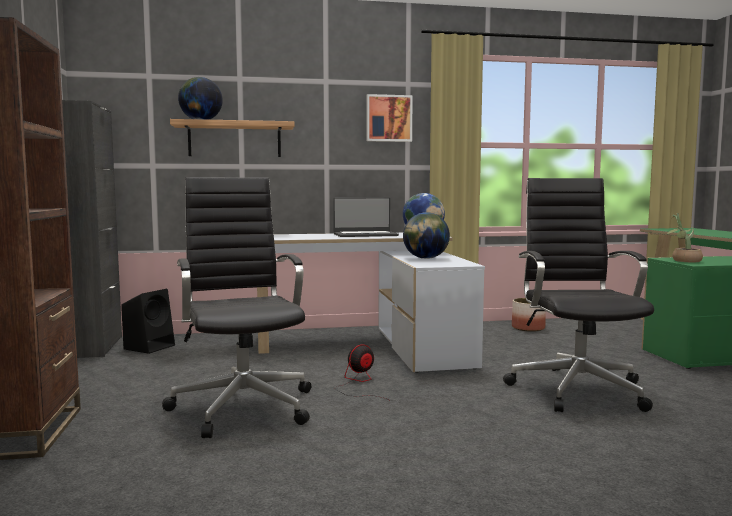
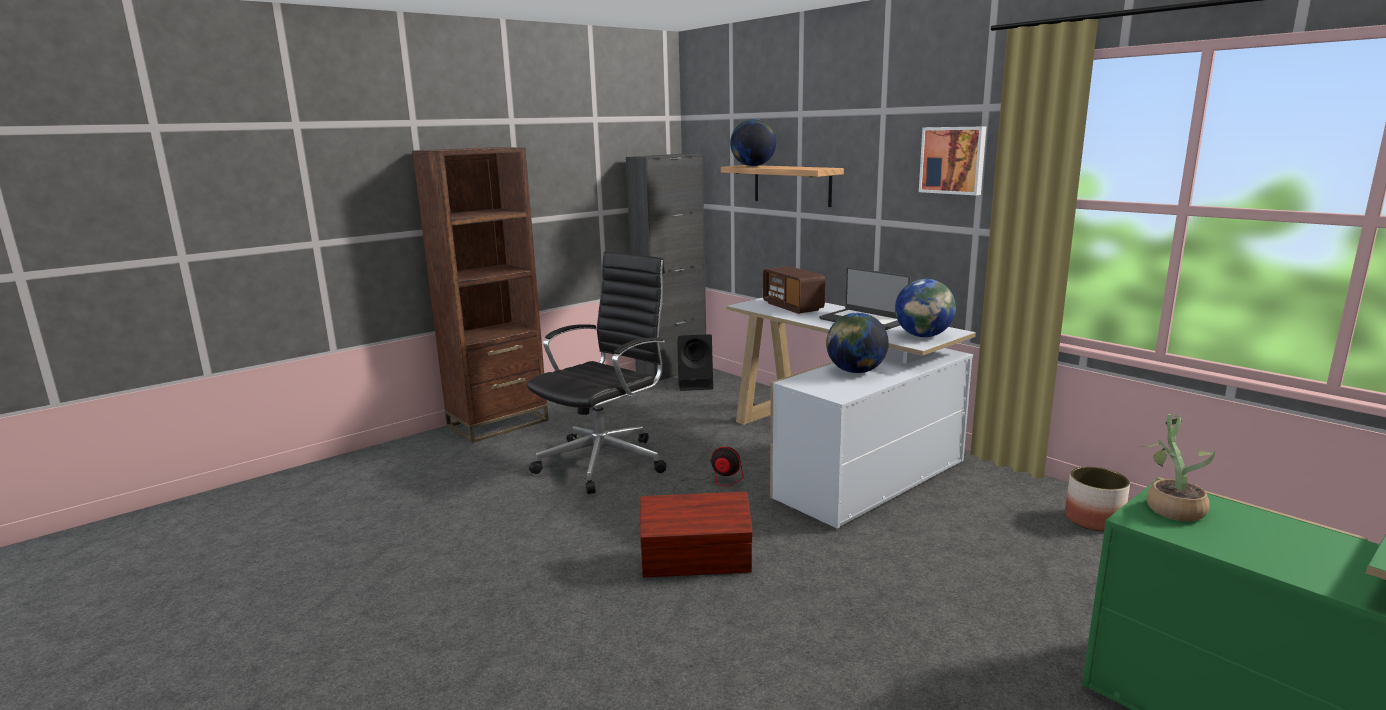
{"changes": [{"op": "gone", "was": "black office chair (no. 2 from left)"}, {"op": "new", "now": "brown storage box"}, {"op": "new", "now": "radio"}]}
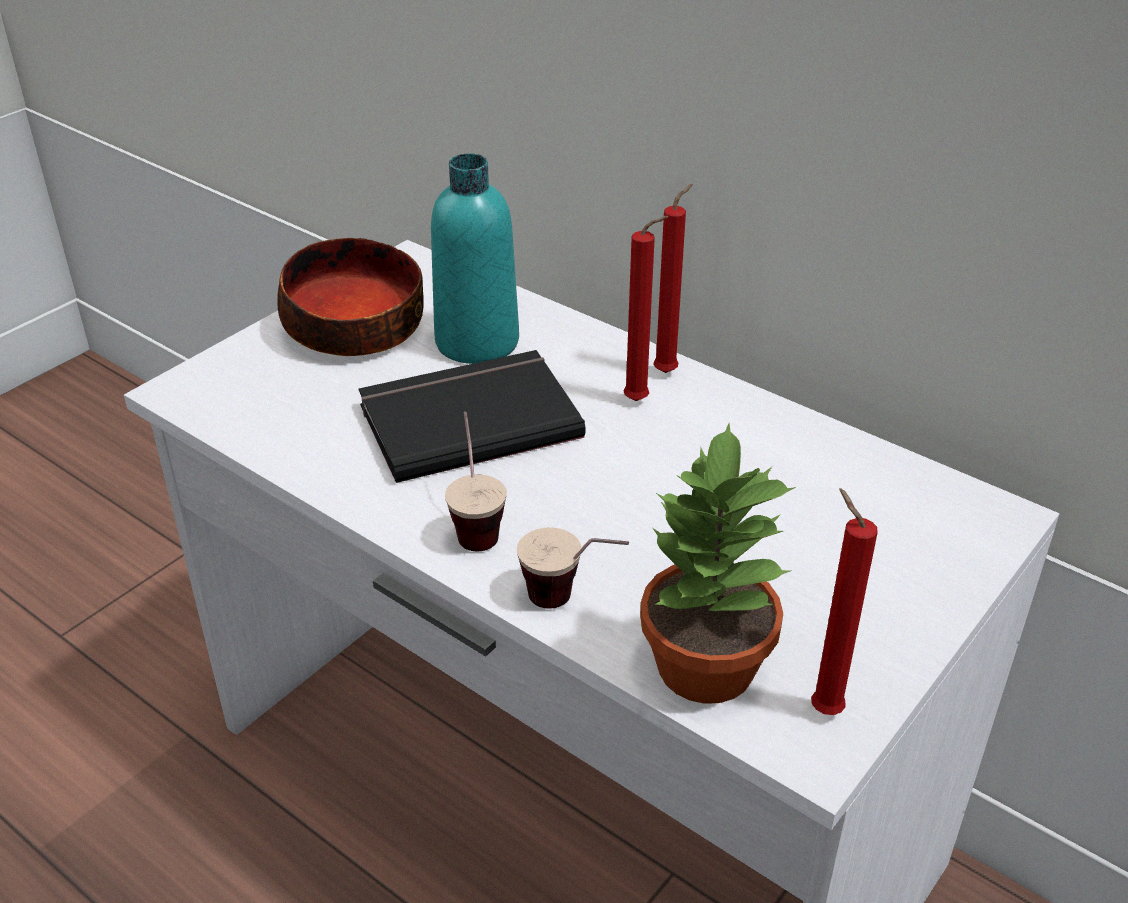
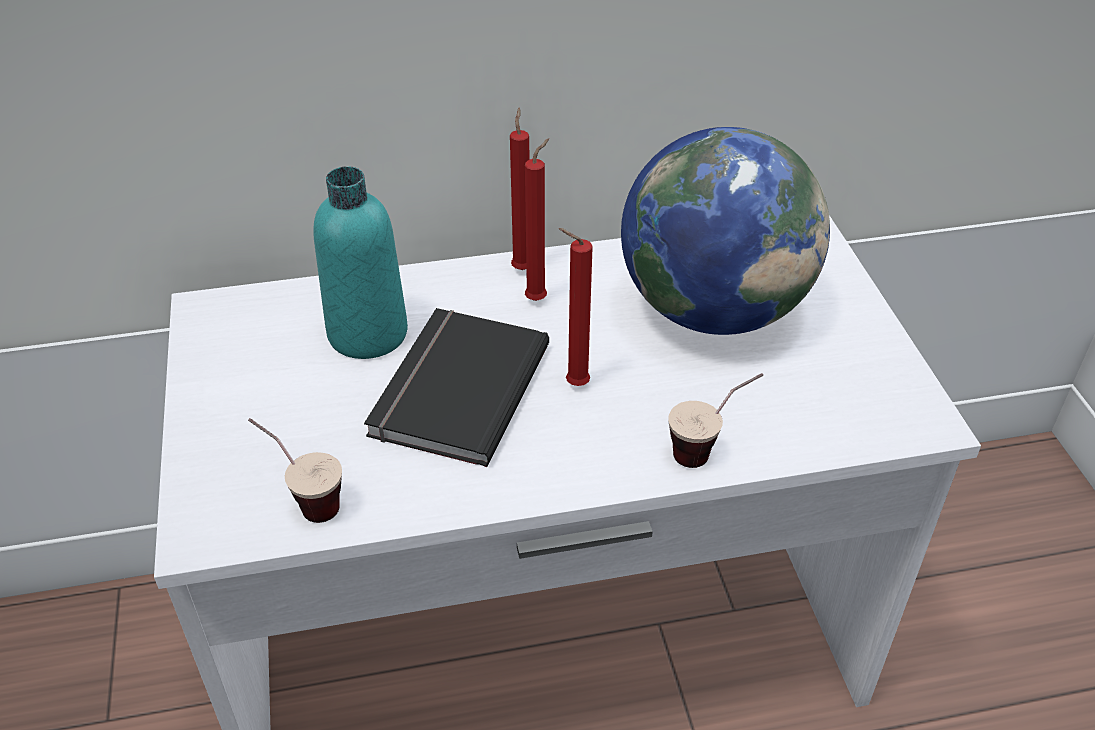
{"changes": [{"op": "gone", "was": "bowl"}, {"op": "shifted", "was": "cup (no. 1 from left)"}, {"op": "gone", "was": "potted plant"}, {"op": "shifted", "was": "red candle (no. 3 from left)"}, {"op": "new", "now": "globe"}]}
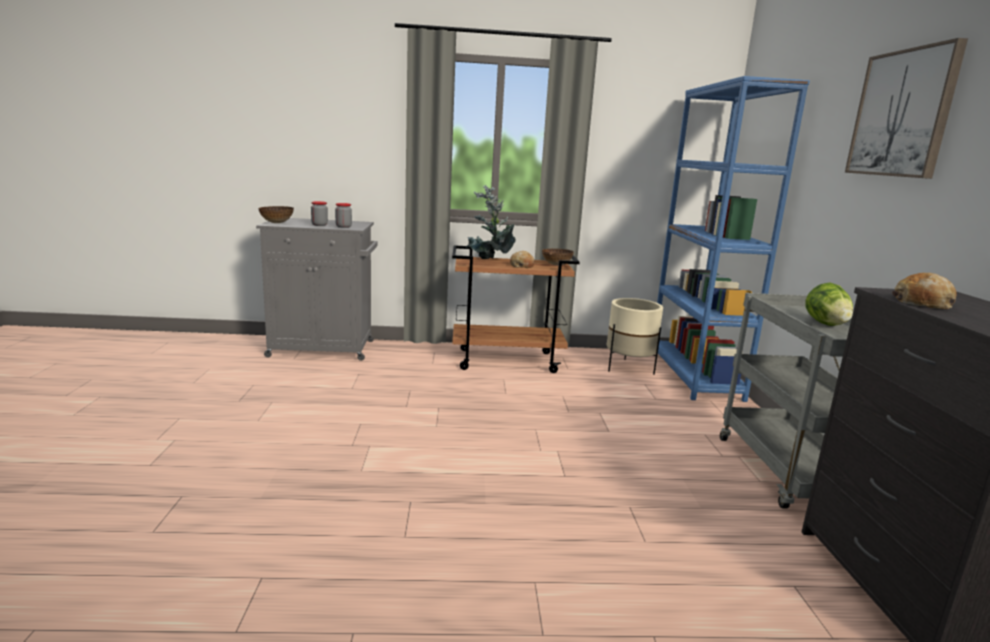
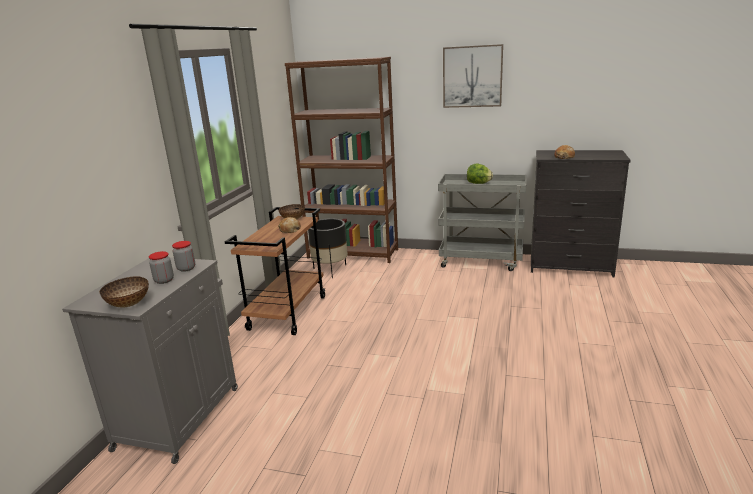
{"changes": [{"op": "gone", "was": "potted plant"}, {"op": "repainted", "was": "beige planter", "now": "black planter"}, {"op": "repainted", "was": "blue bookcase", "now": "brown bookcase"}]}
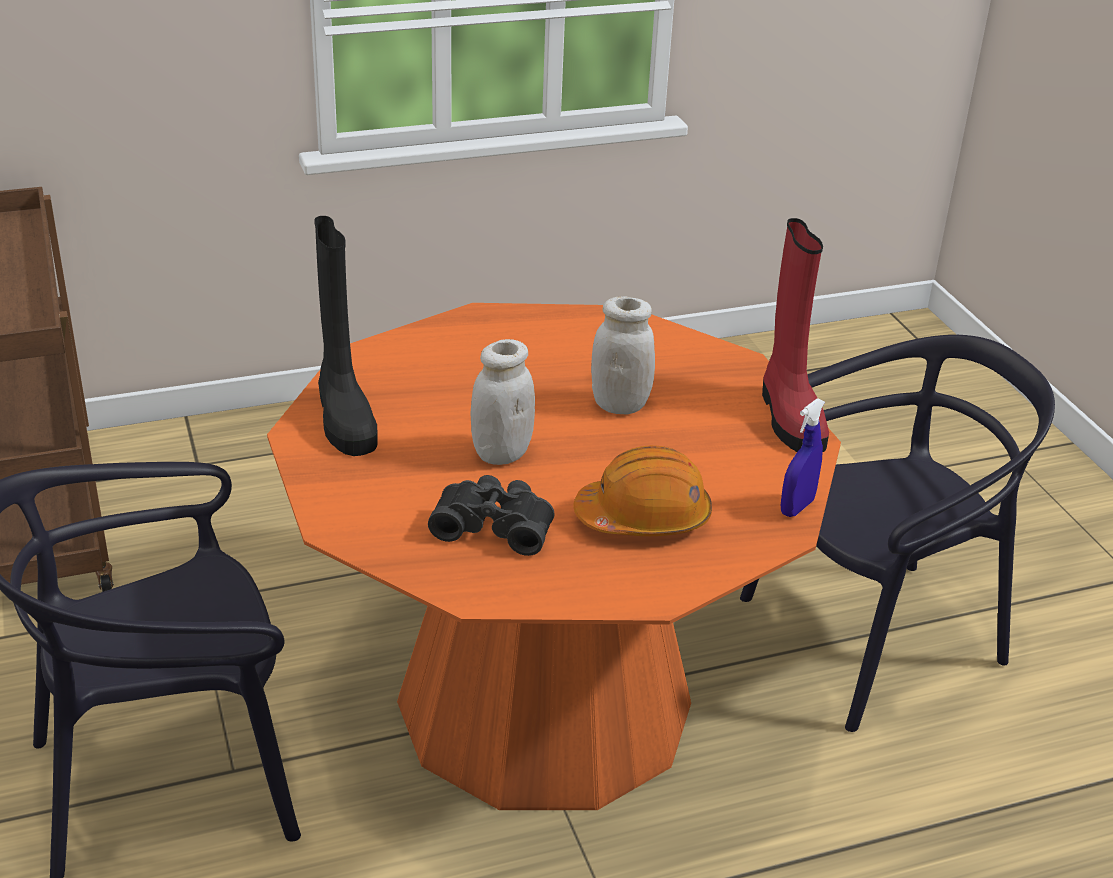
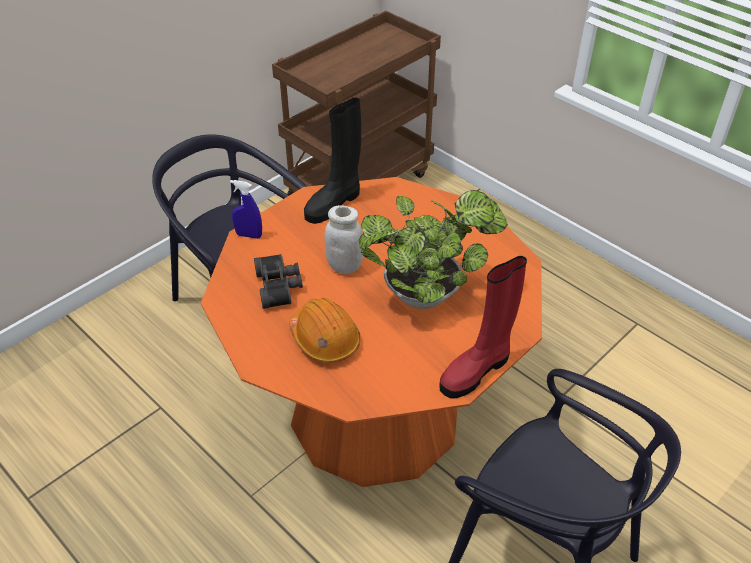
{"changes": [{"op": "swapped", "was": "white jar (no. 2 from left)", "now": "potted plant"}, {"op": "shifted", "was": "blue spray bottle"}]}
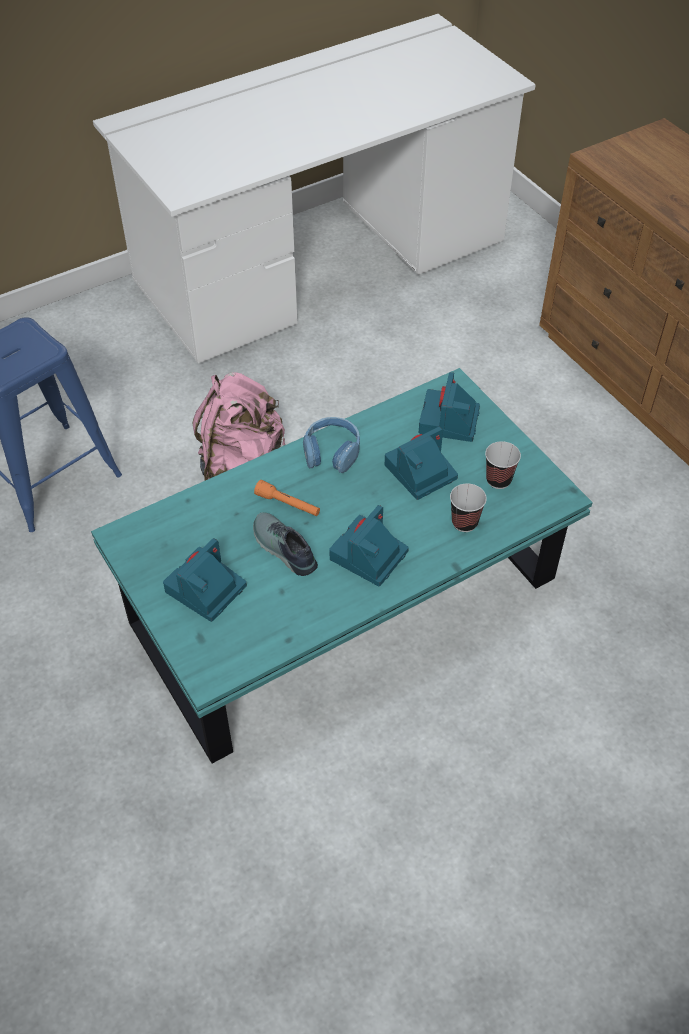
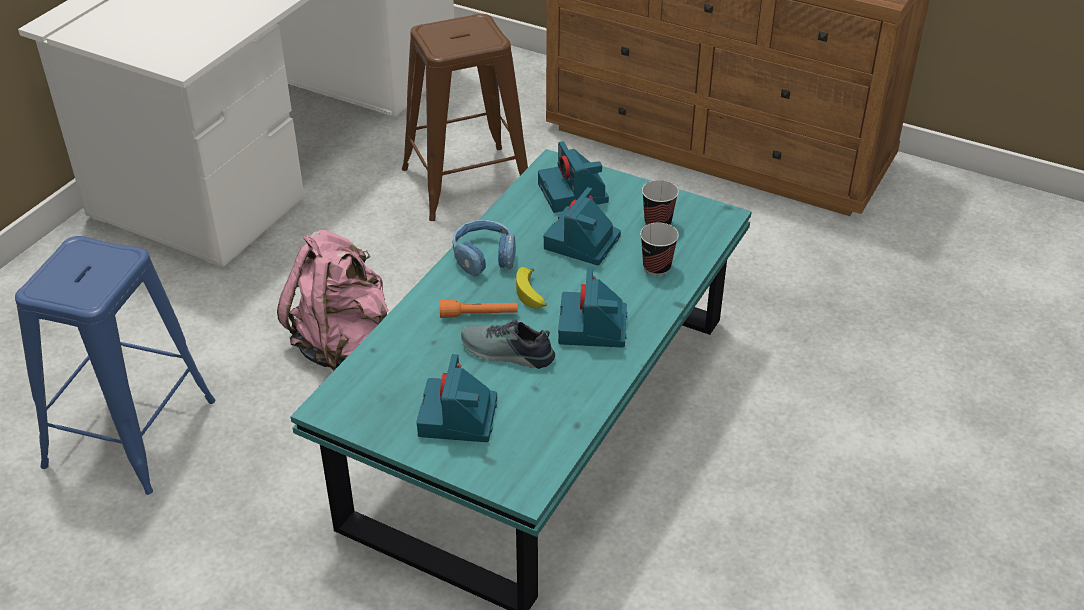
{"changes": [{"op": "new", "now": "brown stool"}, {"op": "new", "now": "banana"}]}
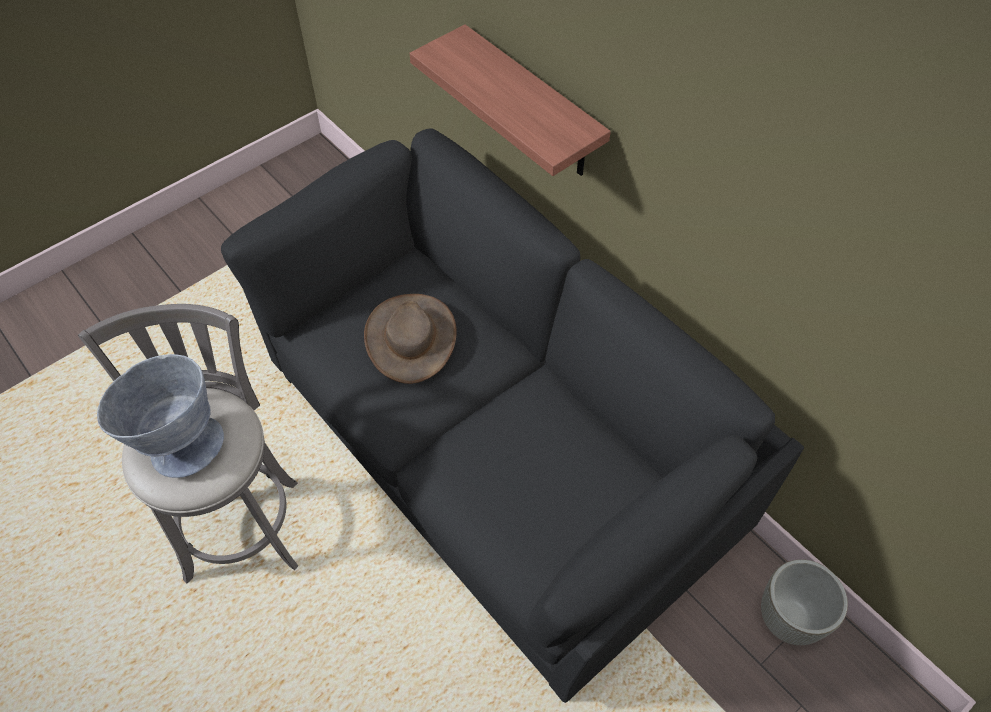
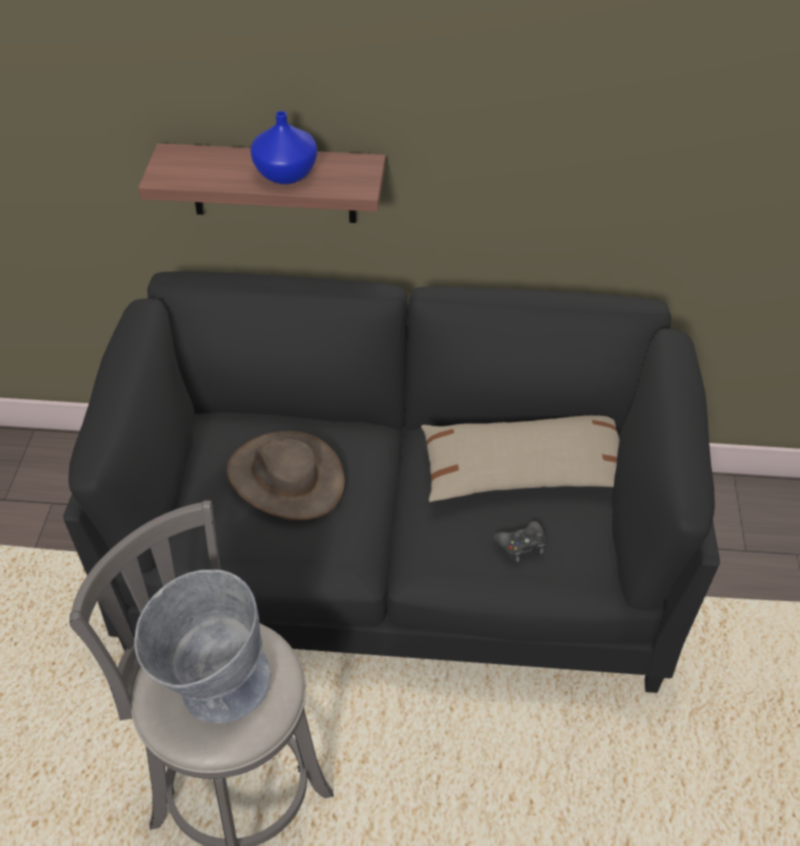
{"changes": [{"op": "gone", "was": "grey planter"}, {"op": "new", "now": "blue vase"}, {"op": "new", "now": "beige pillow"}, {"op": "new", "now": "black game controller"}]}
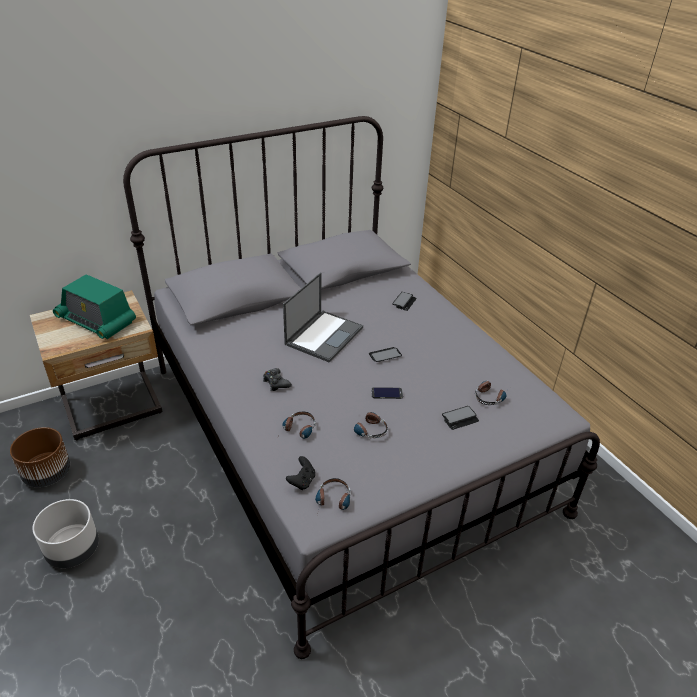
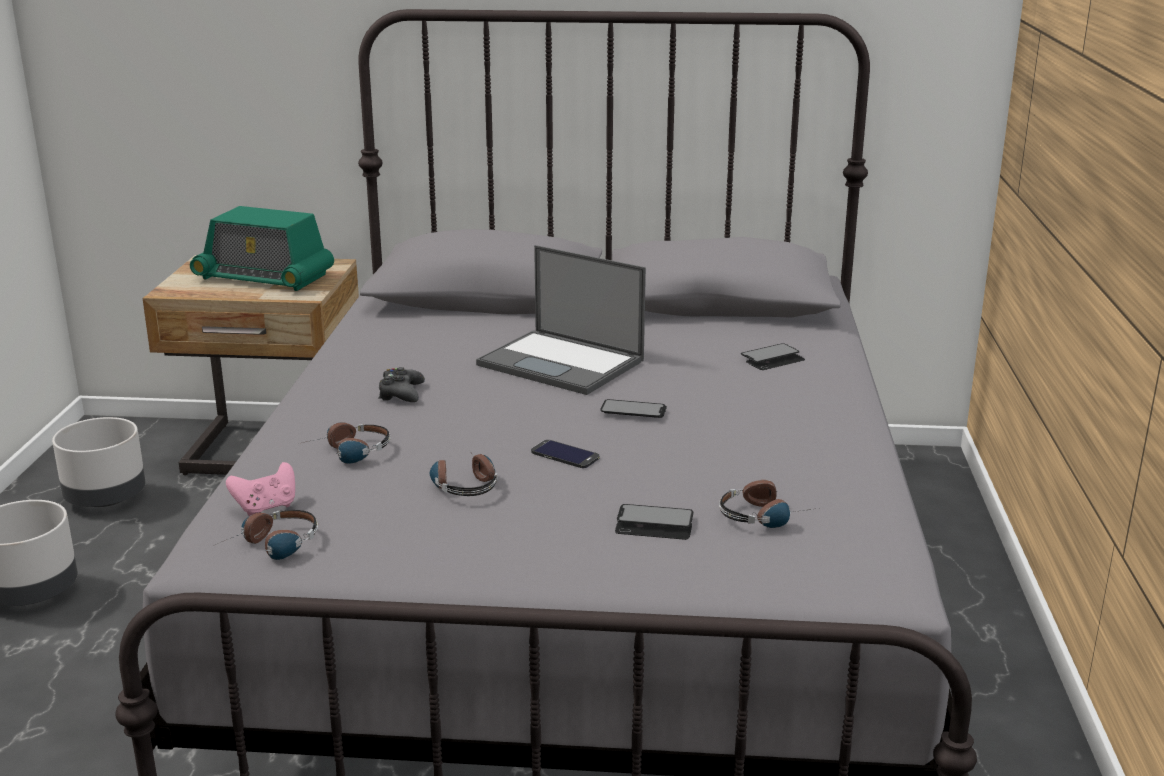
{"changes": [{"op": "repainted", "was": "brown planter", "now": "grey planter (no. 2 from left)"}, {"op": "rotated", "was": "radio", "clockwise": -45}, {"op": "rotated", "was": "laptop", "clockwise": 60}, {"op": "repainted", "was": "black game controller (no. 2 from left)", "now": "pink game controller"}]}
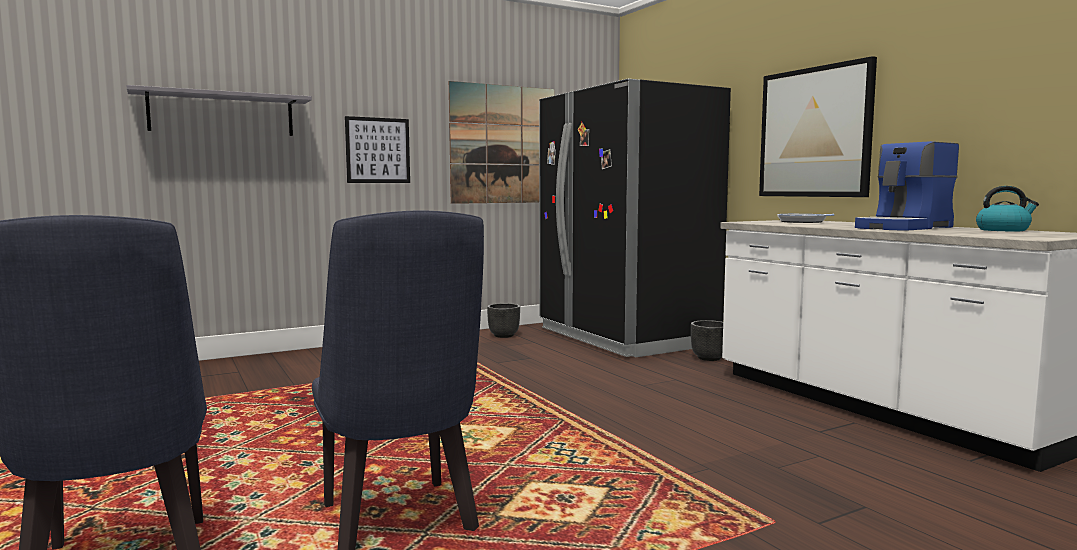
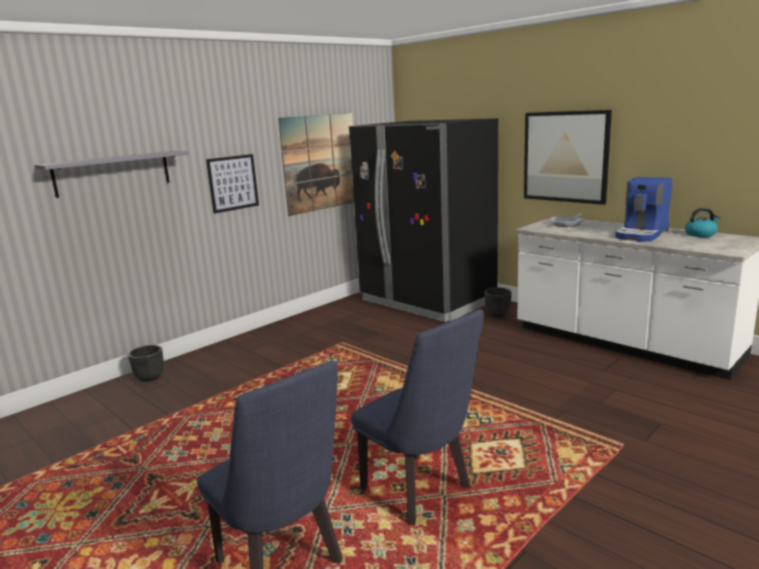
{"changes": [{"op": "shifted", "was": "black planter (no. 1 from left)"}]}
